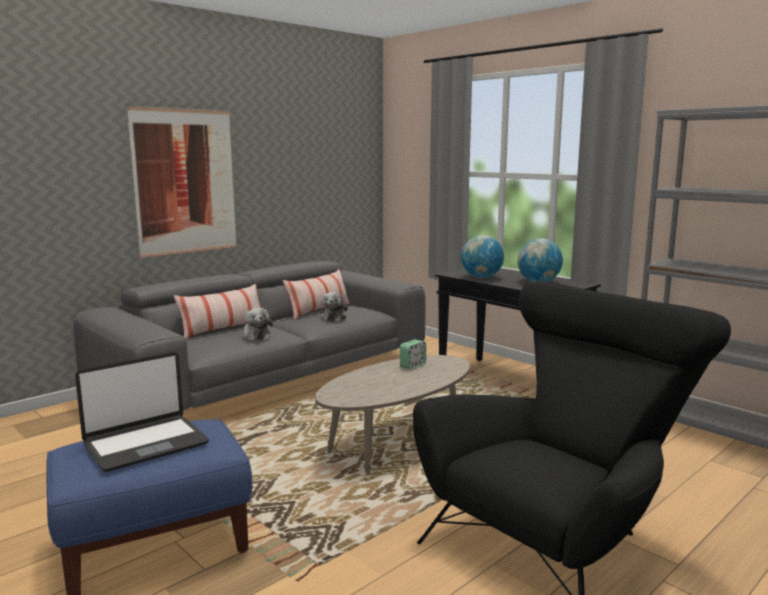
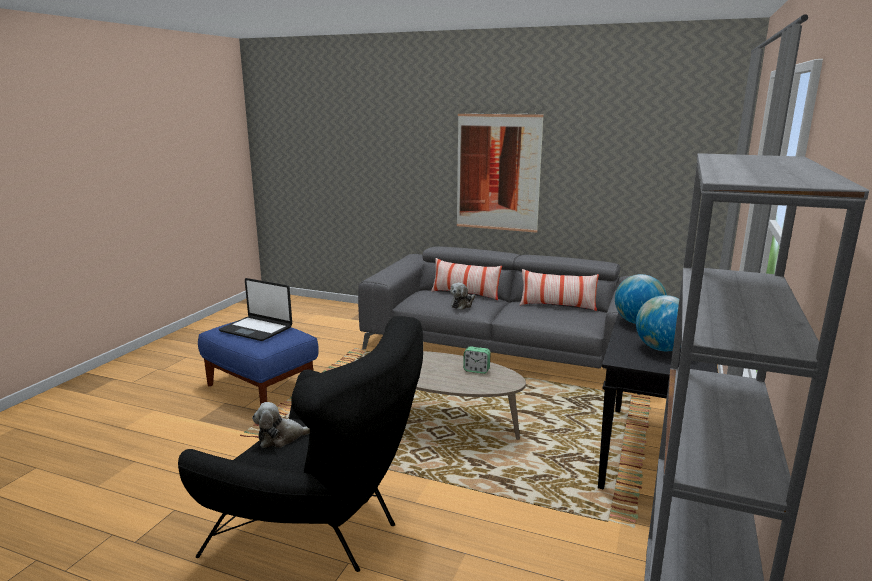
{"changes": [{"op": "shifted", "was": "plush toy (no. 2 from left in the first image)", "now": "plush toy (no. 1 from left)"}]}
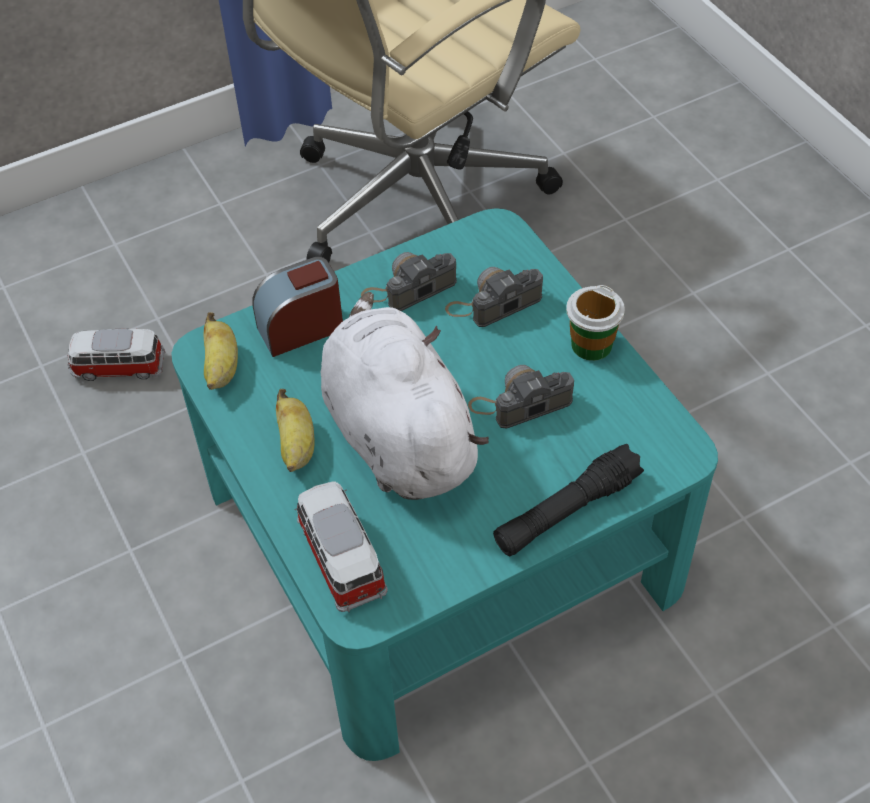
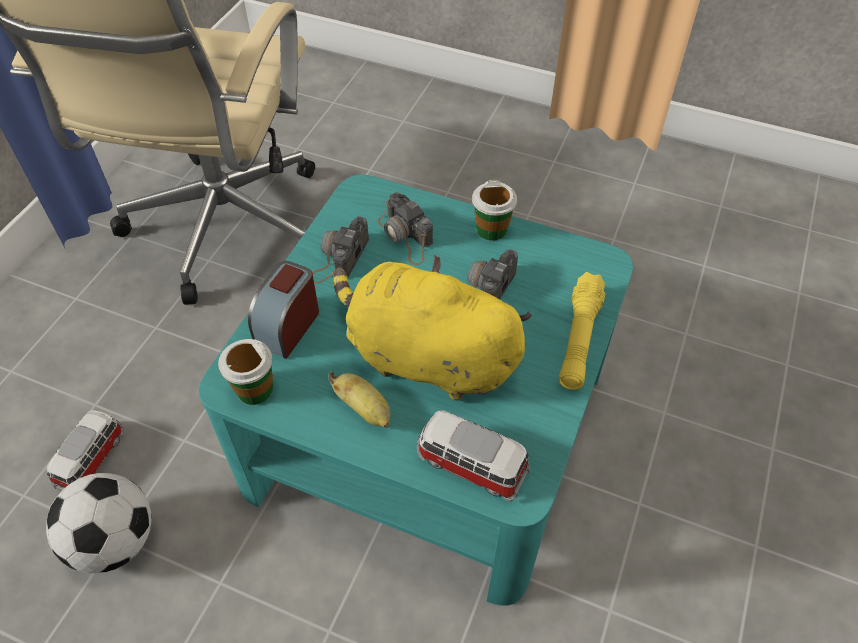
{"changes": [{"op": "rotated", "was": "toy car (no. 1 from left)", "clockwise": 150}, {"op": "swapped", "was": "banana (no. 1 from left)", "now": "cup (no. 1 from left)"}, {"op": "repainted", "was": "white plush toy", "now": "yellow plush toy"}, {"op": "rotated", "was": "photo camera (no. 2 from left)", "clockwise": -60}, {"op": "repainted", "was": "black flashlight", "now": "yellow flashlight"}, {"op": "new", "now": "football"}]}
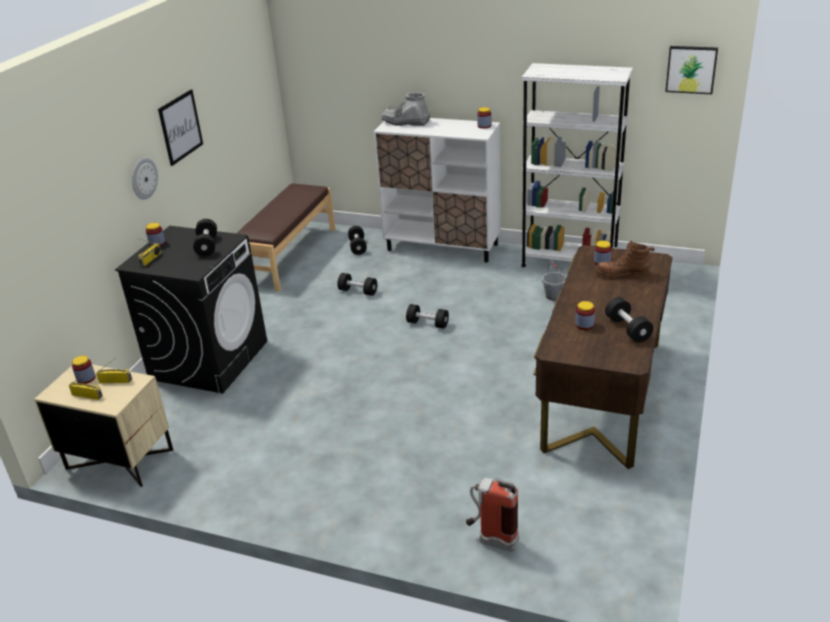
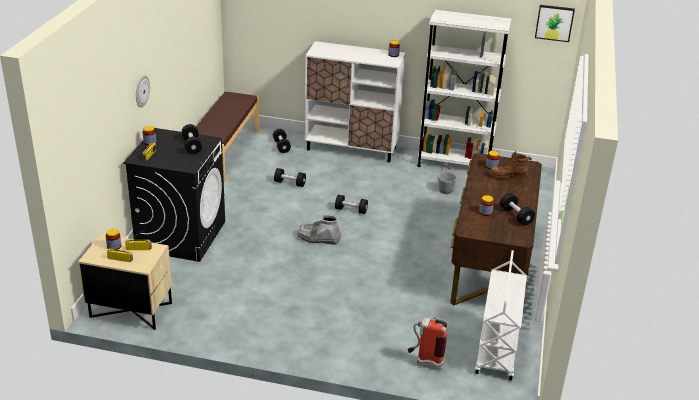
{"changes": [{"op": "gone", "was": "picture (no. 1 from left)"}, {"op": "shifted", "was": "grey boot"}, {"op": "new", "now": "white cart"}]}
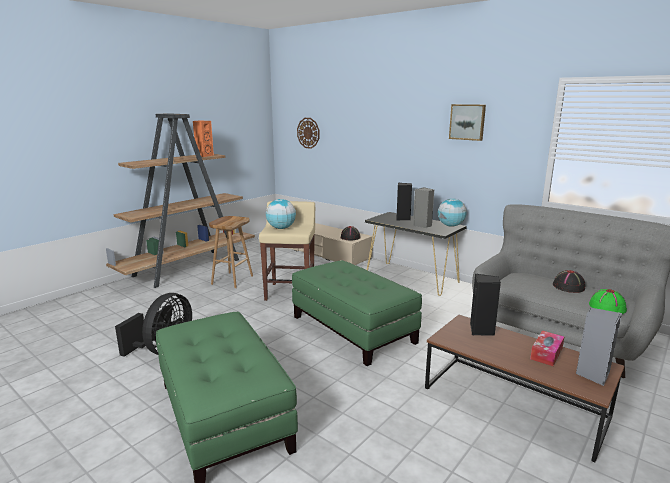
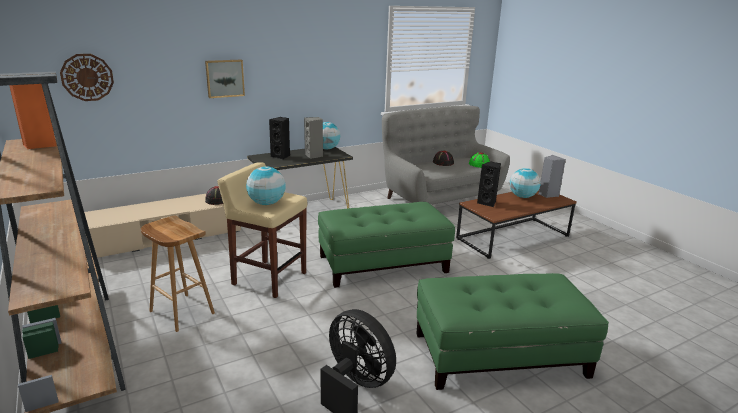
{"changes": [{"op": "shifted", "was": "picture"}, {"op": "swapped", "was": "tissue box", "now": "globe (no. 3 from left)"}]}
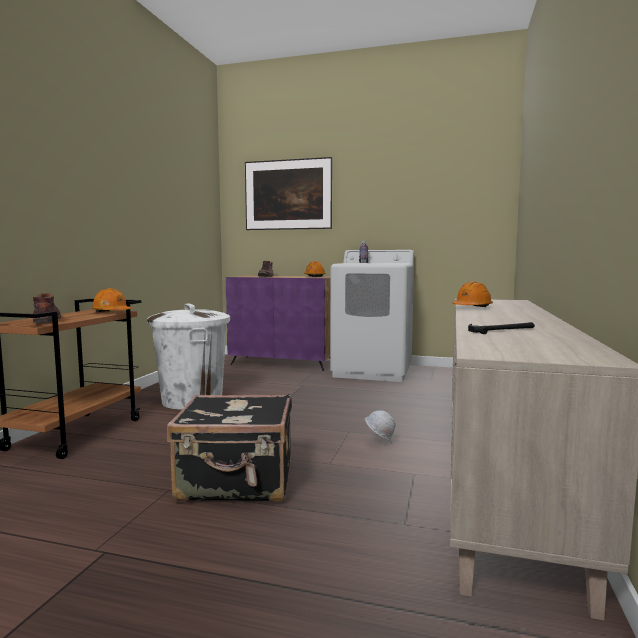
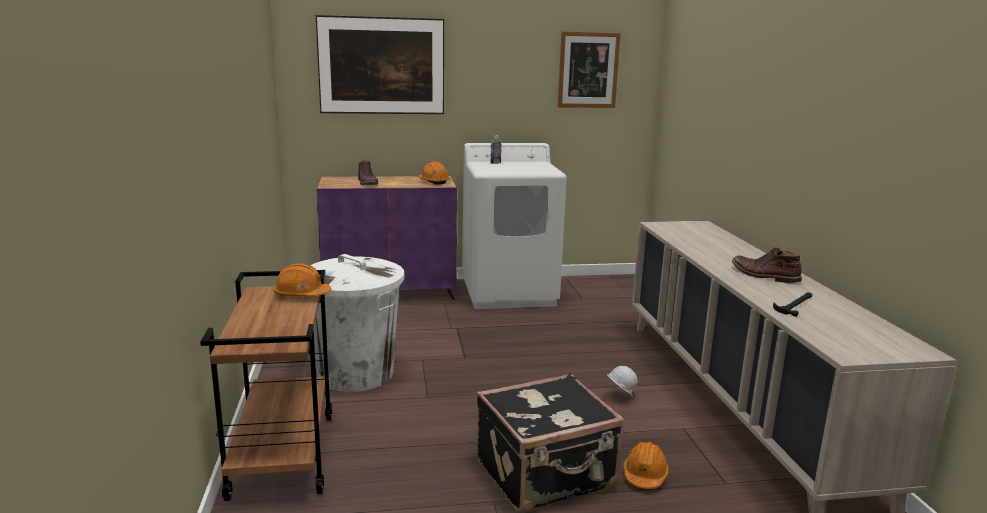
{"changes": [{"op": "shifted", "was": "brown boot (no. 1 from left in the first image)", "now": "brown boot (no. 2 from left)"}, {"op": "shifted", "was": "orange hard hat (no. 3 from left)"}, {"op": "new", "now": "picture (no. 2 from left)"}]}
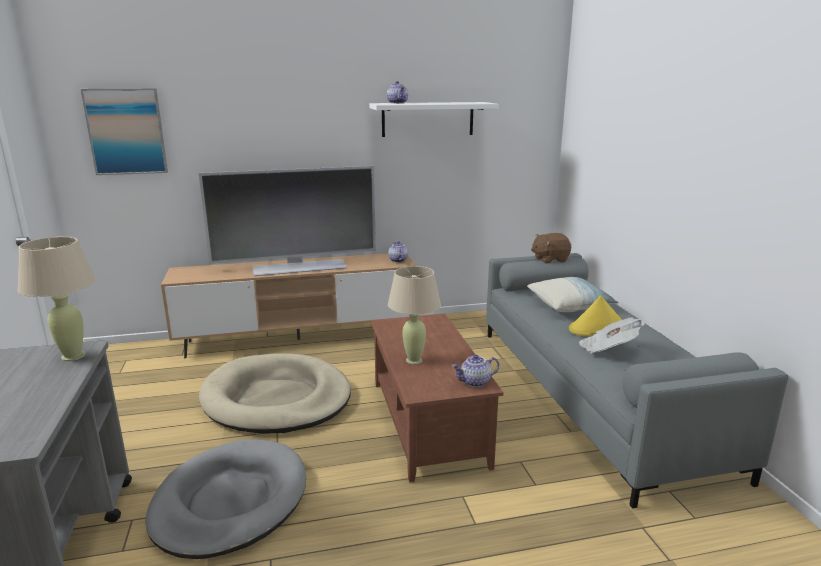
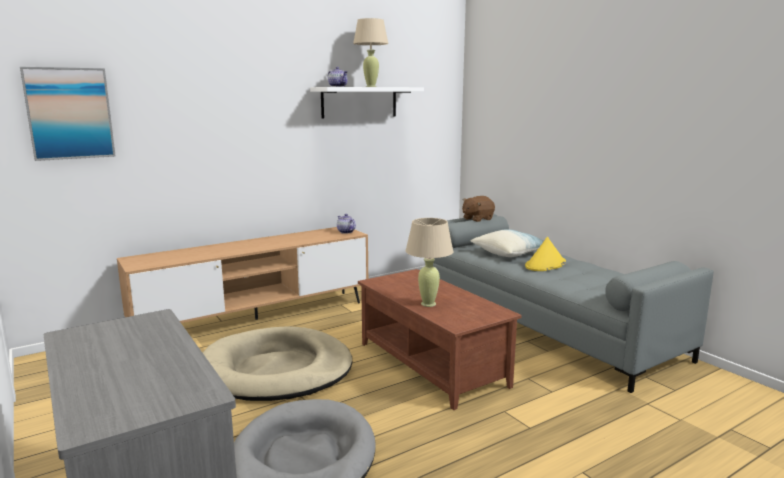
{"changes": [{"op": "shifted", "was": "beige table lamp (no. 1 from left)"}, {"op": "gone", "was": "television"}, {"op": "gone", "was": "teapot (no. 3 from left)"}, {"op": "gone", "was": "newspaper"}]}
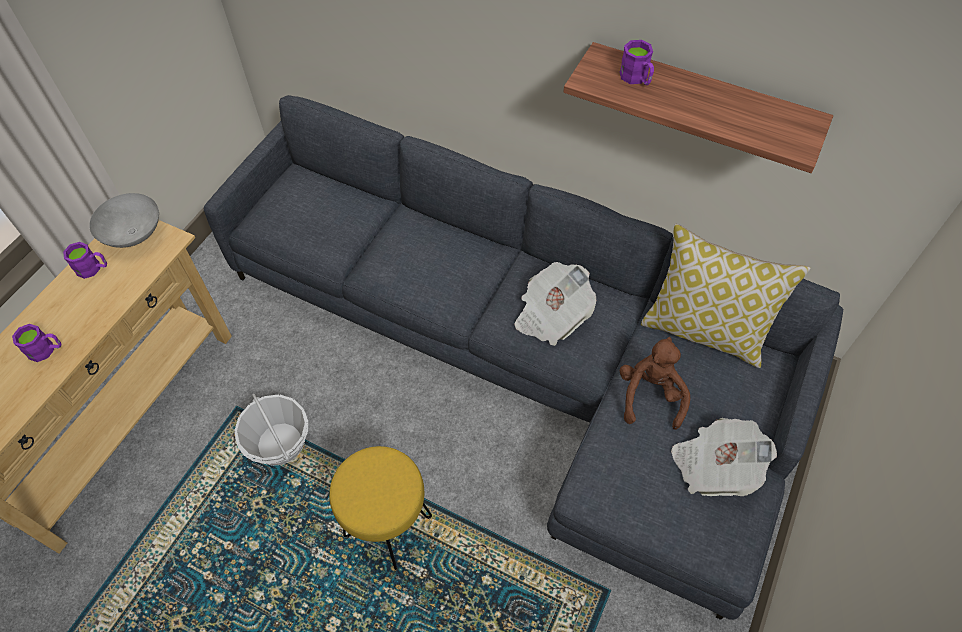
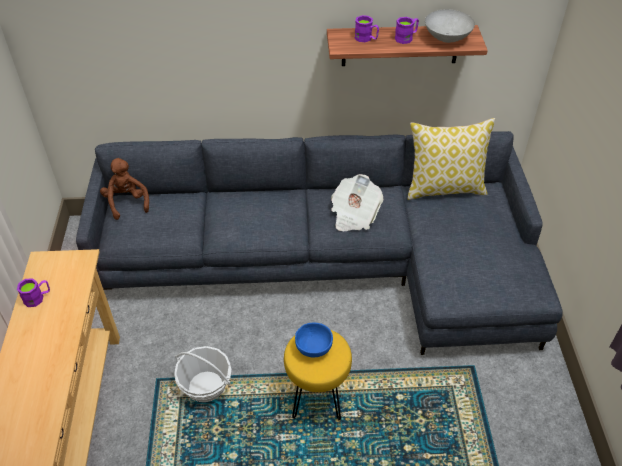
{"changes": [{"op": "shifted", "was": "purple mug (no. 1 from left in the first image)", "now": "purple mug (no. 3 from left)"}, {"op": "shifted", "was": "grey bowl"}, {"op": "shifted", "was": "brown plush toy"}, {"op": "gone", "was": "newspaper (no. 2 from left)"}, {"op": "new", "now": "blue bowl"}]}
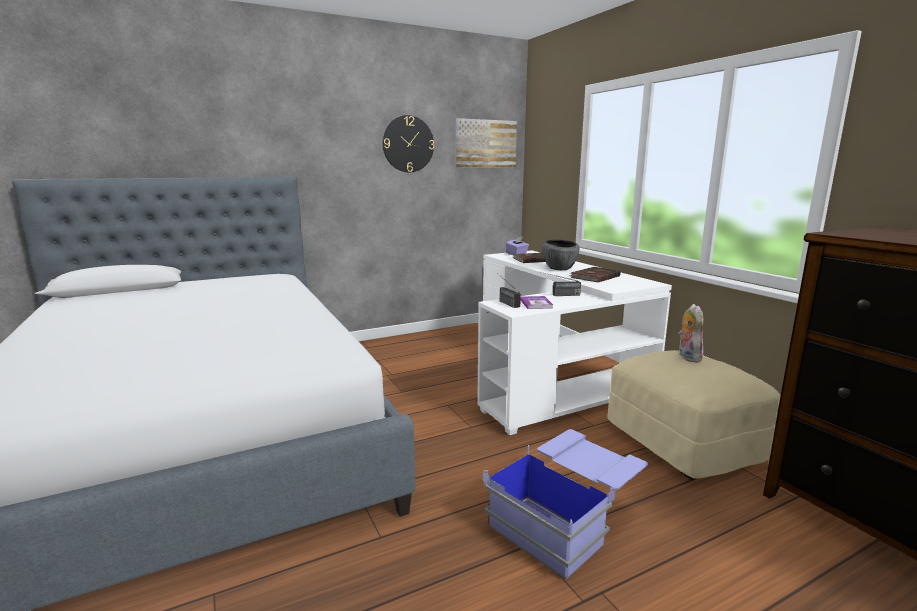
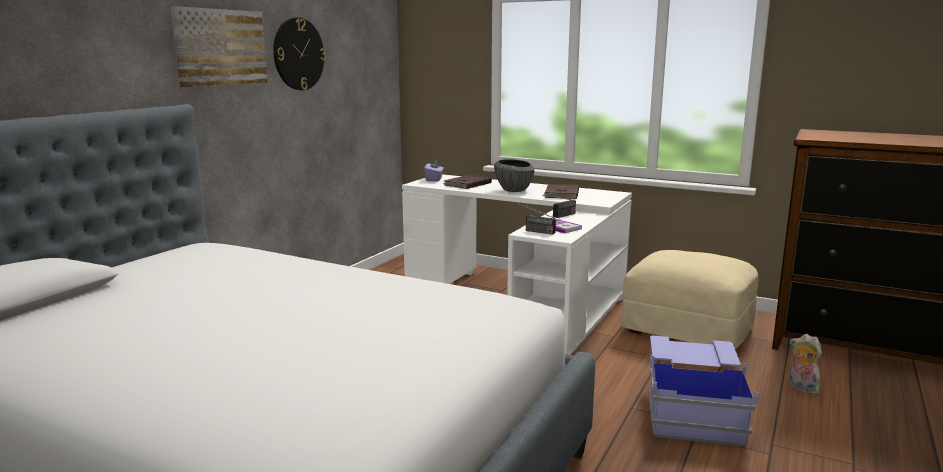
{"changes": [{"op": "shifted", "was": "picture"}, {"op": "shifted", "was": "plush toy"}]}
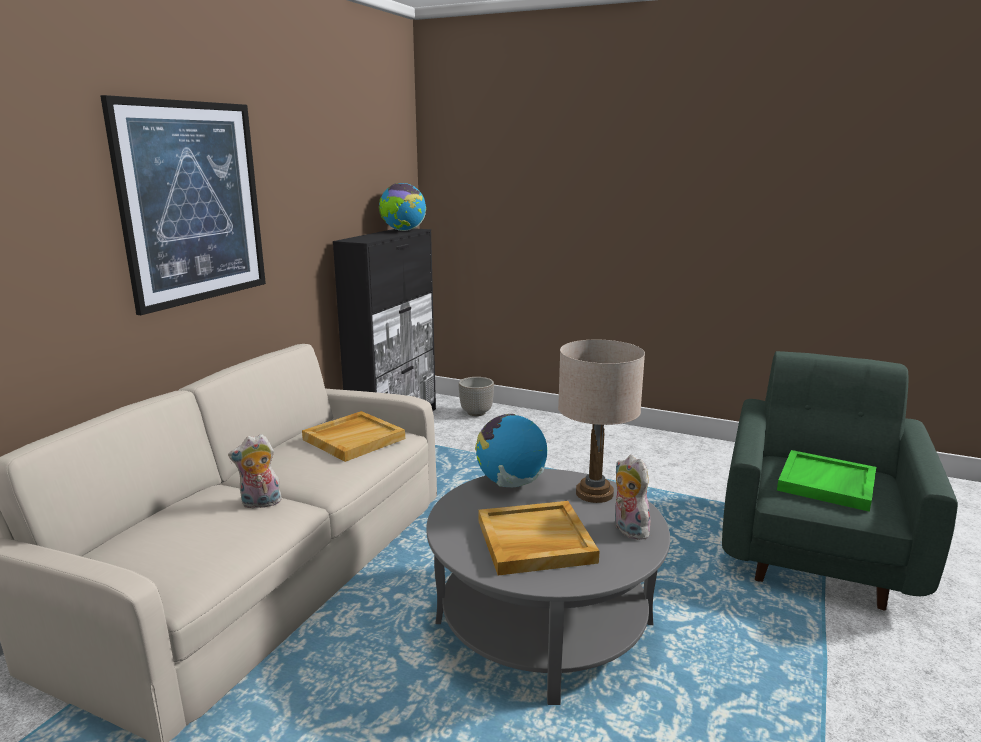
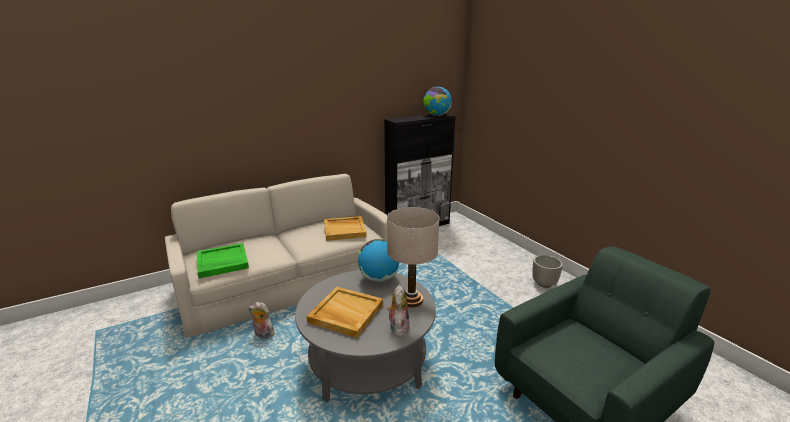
{"changes": [{"op": "gone", "was": "picture"}, {"op": "shifted", "was": "plush toy (no. 1 from left)"}, {"op": "shifted", "was": "planter"}, {"op": "shifted", "was": "green tray"}]}
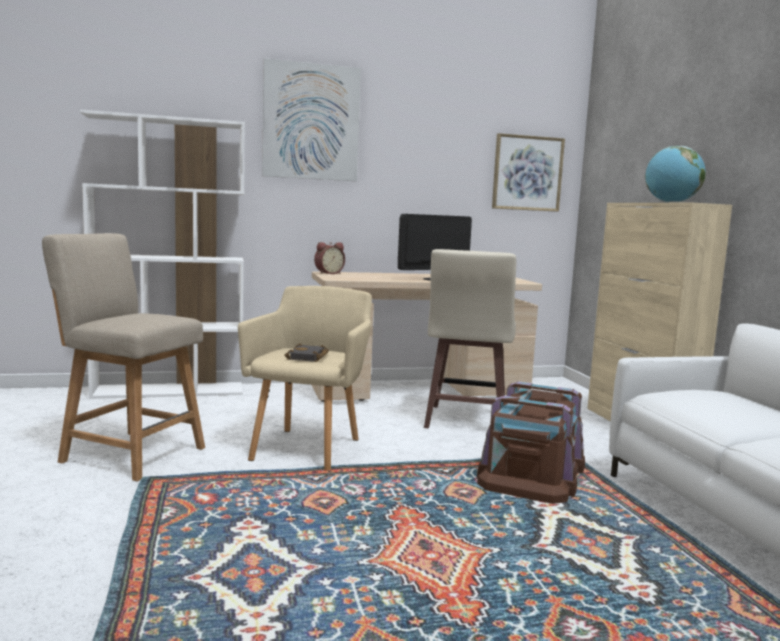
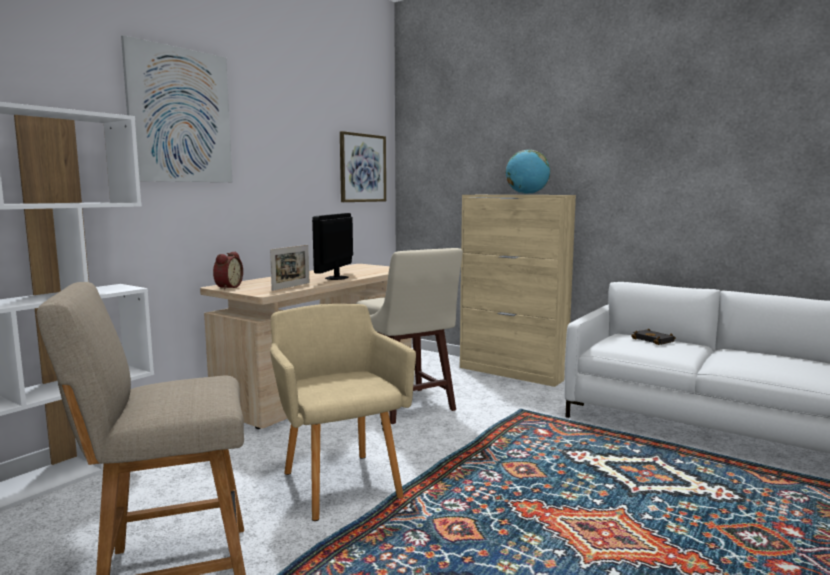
{"changes": [{"op": "shifted", "was": "black book"}, {"op": "gone", "was": "brown storage box"}, {"op": "new", "now": "picture frame"}]}
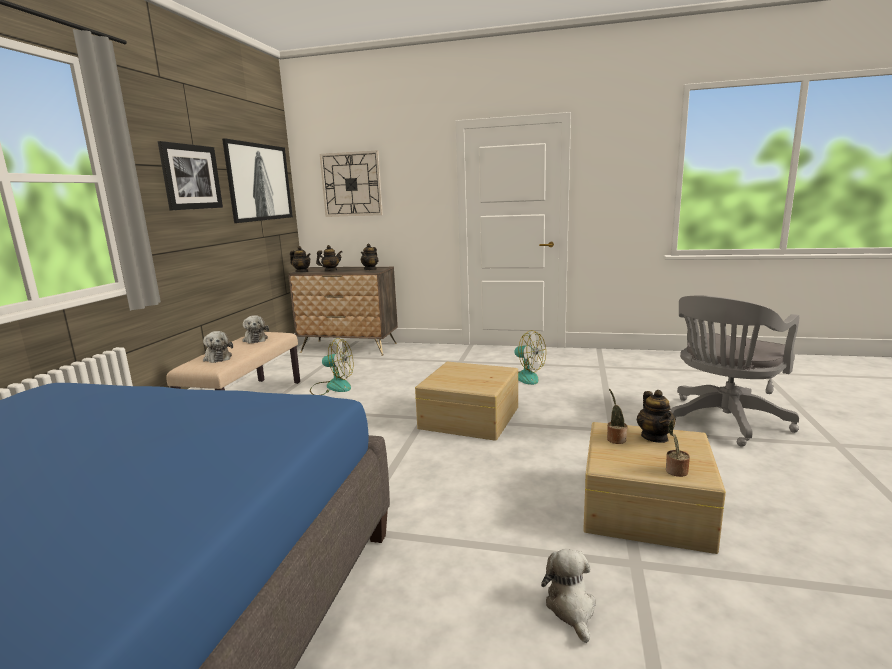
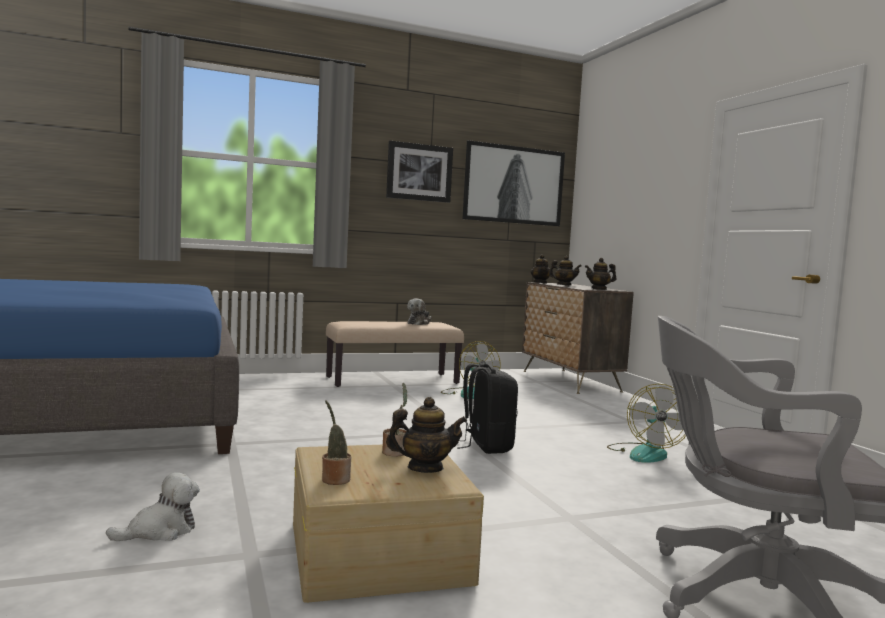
{"changes": [{"op": "gone", "was": "plush toy (no. 1 from left)"}, {"op": "gone", "was": "wall clock"}, {"op": "swapped", "was": "beige storage box (no. 1 from left)", "now": "black backpack"}, {"op": "rotated", "was": "teapot (no. 4 from left in the first image)", "clockwise": -150}]}
